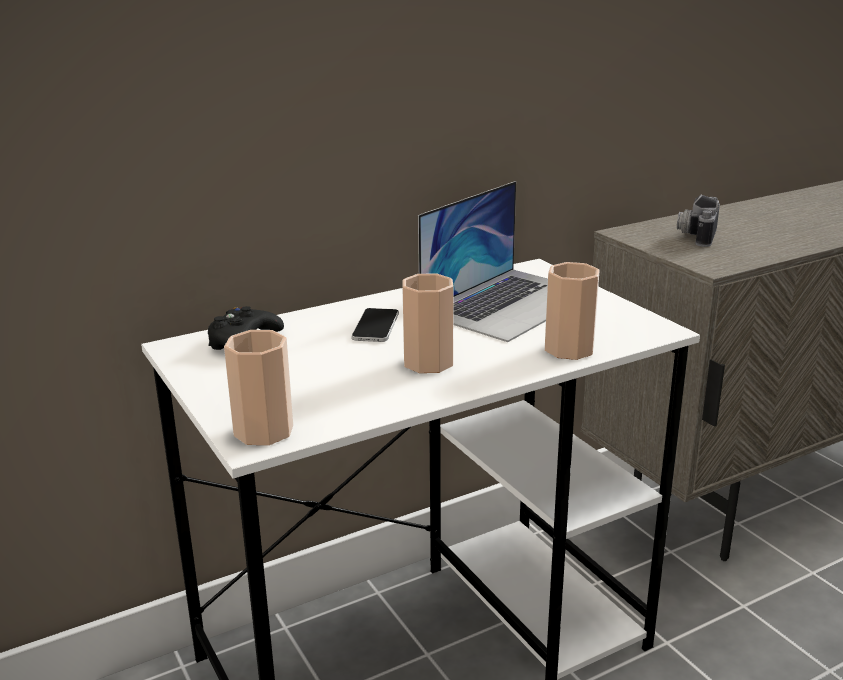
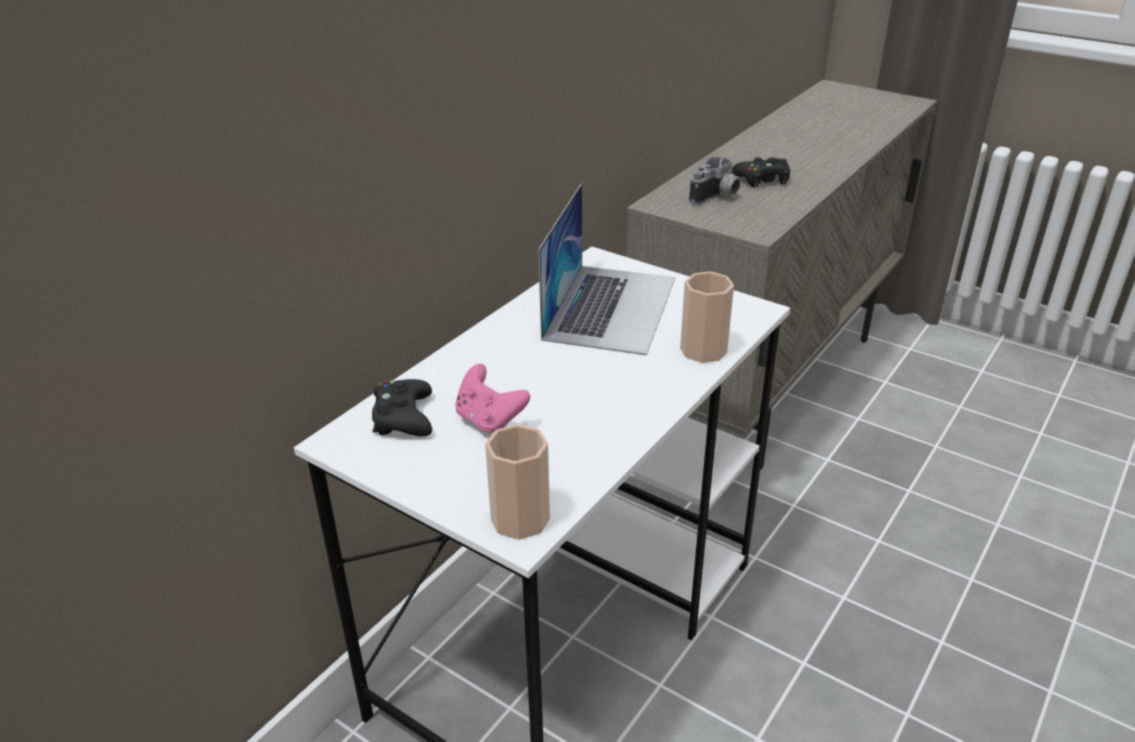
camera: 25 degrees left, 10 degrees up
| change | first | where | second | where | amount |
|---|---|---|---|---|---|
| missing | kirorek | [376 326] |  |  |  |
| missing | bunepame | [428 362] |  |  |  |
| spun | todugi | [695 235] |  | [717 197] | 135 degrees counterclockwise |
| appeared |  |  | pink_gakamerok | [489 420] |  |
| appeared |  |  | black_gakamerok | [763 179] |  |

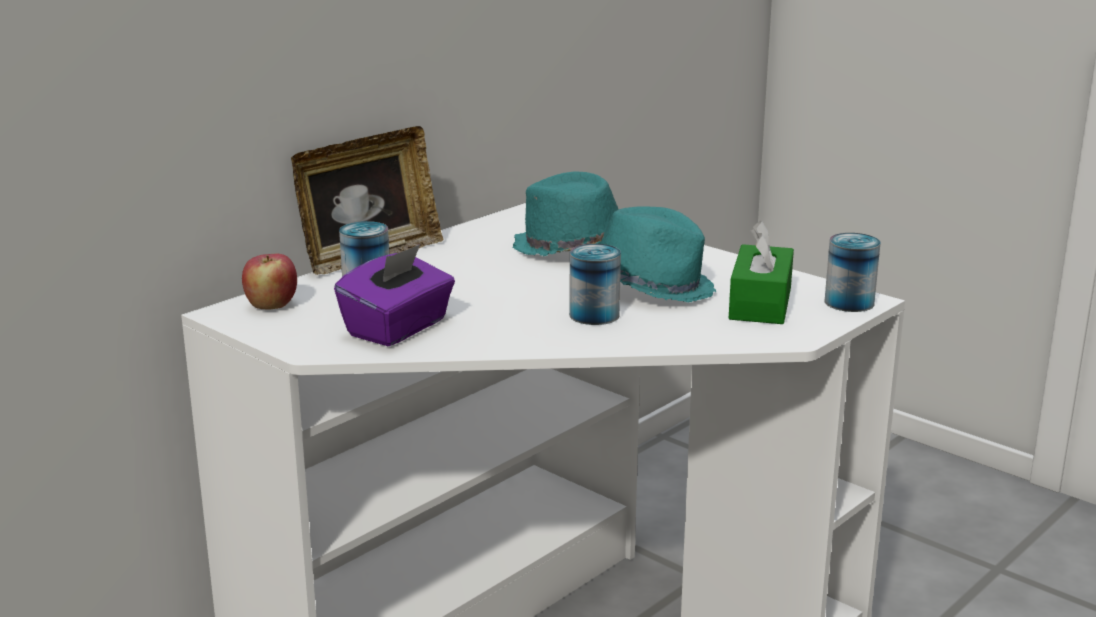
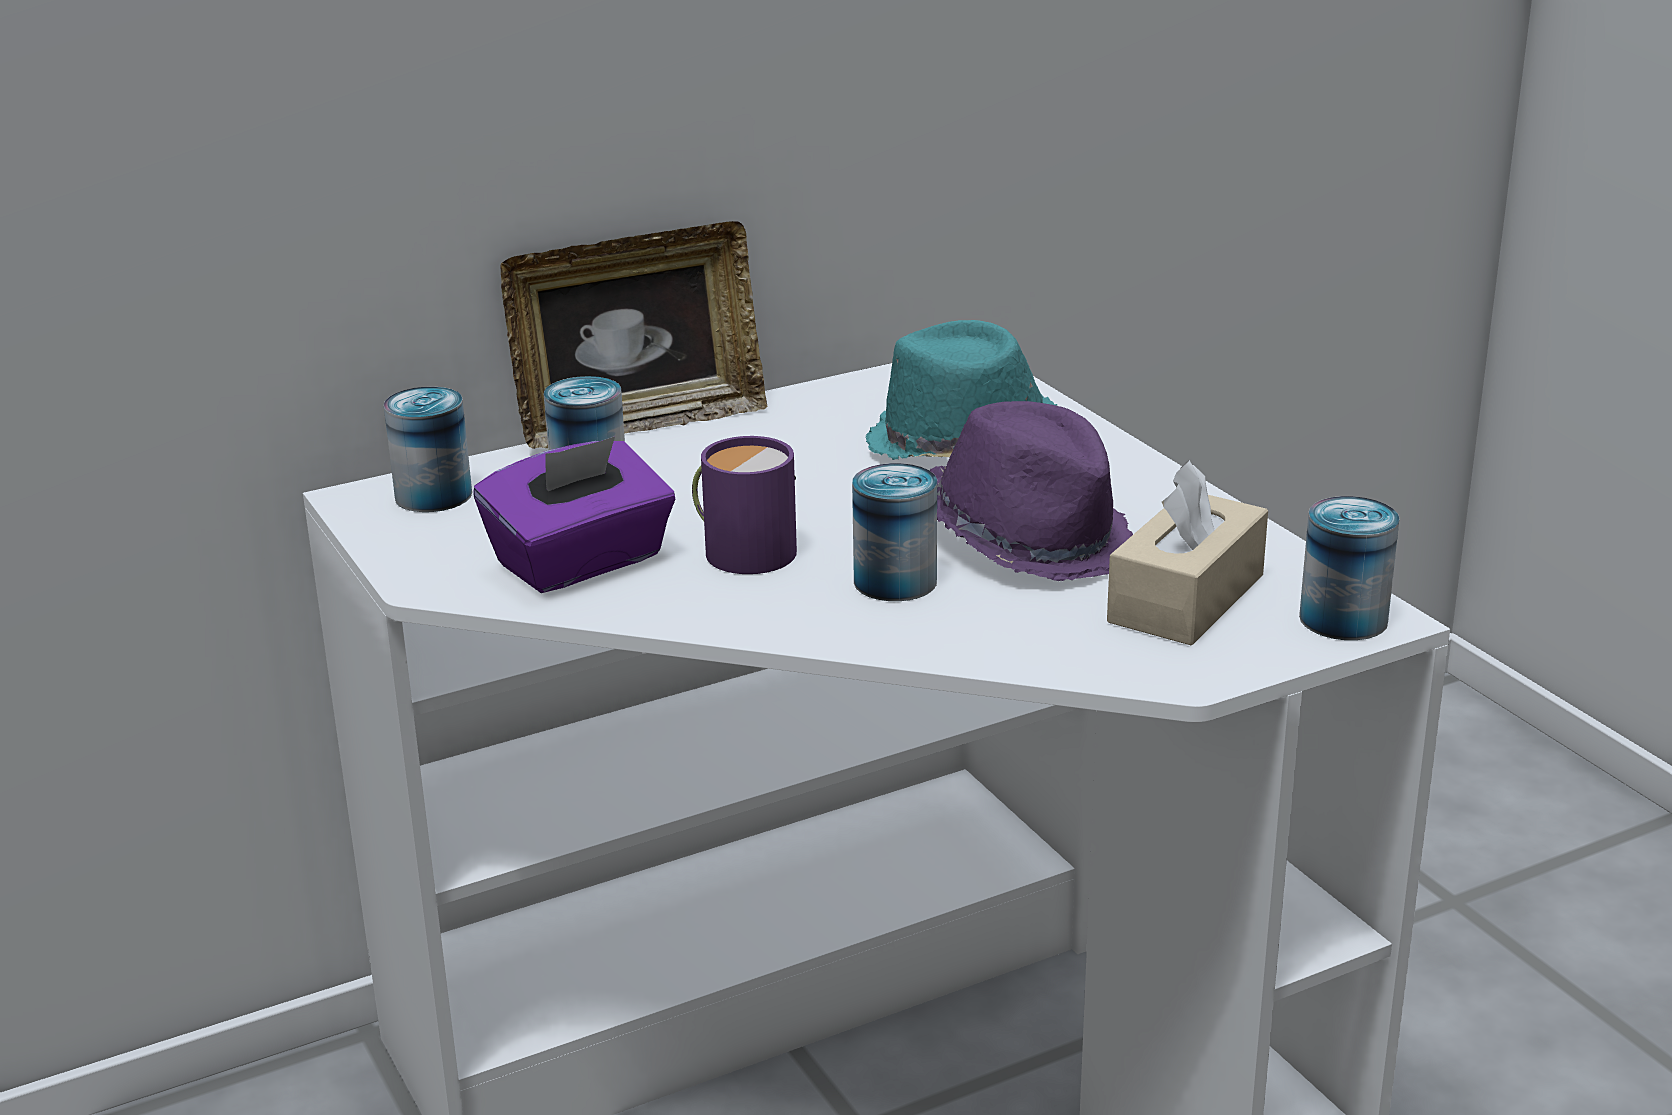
camera: 20 degrees right, 5 degrees up
| change | first | where | second | where | amount |
|---|---|---|---|---|---|
| exchanged | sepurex | [271 306] | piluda | [433 495] |  |
| colour | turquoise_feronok | [650 286] | purple_feronok | [1029 538] |  |
| colour | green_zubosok | [760 303] | beige_zubosok | [1186 598] |  |
| appeared |  |  | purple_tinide | [742 550] |  |

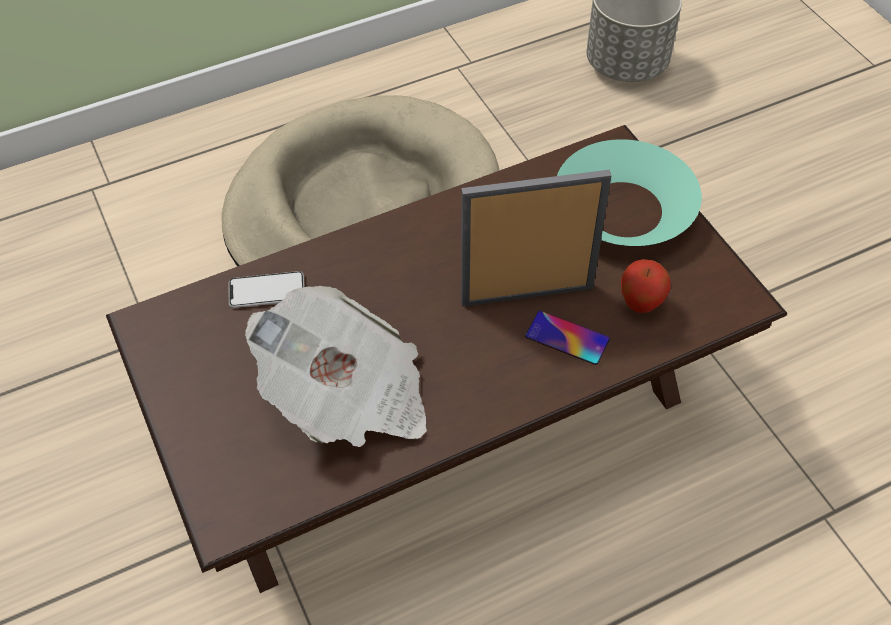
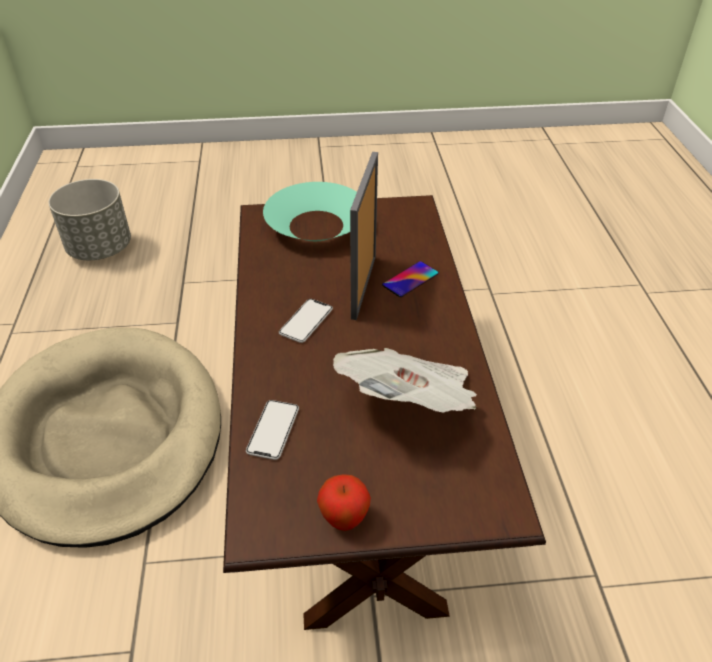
camera: 70 degrees left, 10 degrees down
| change | first | where | second | where | amount |
|---|---|---|---|---|---|
| relocated | sepurex | [640 304] |  | [344 519] |  |
| appeared |  |  | kirorek | [306 321] |  |

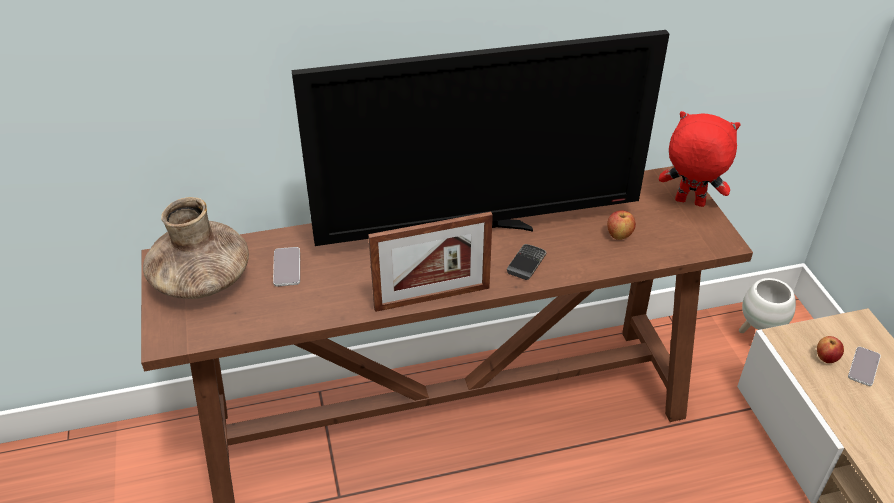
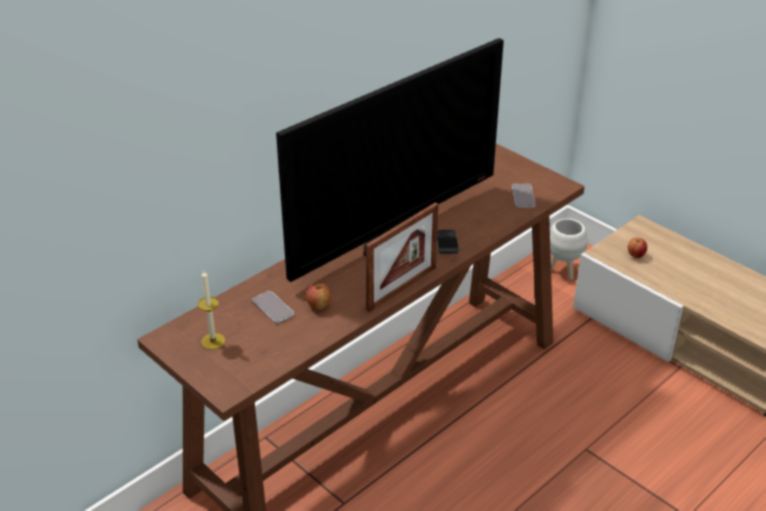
camera: 30 degrees left, 5 degrees down
| change | first | where | second | where | amount |
|---|---|---|---|---|---|
| exchanged | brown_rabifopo | [201 280] | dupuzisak | [213 341] |  |
| relocated | sepurex | [619 235] |  | [318 305] |  |
| missing | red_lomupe | [689 203] |  |  |  |
| relocated | kirorek | [863 367] |  | [523 196] |  |

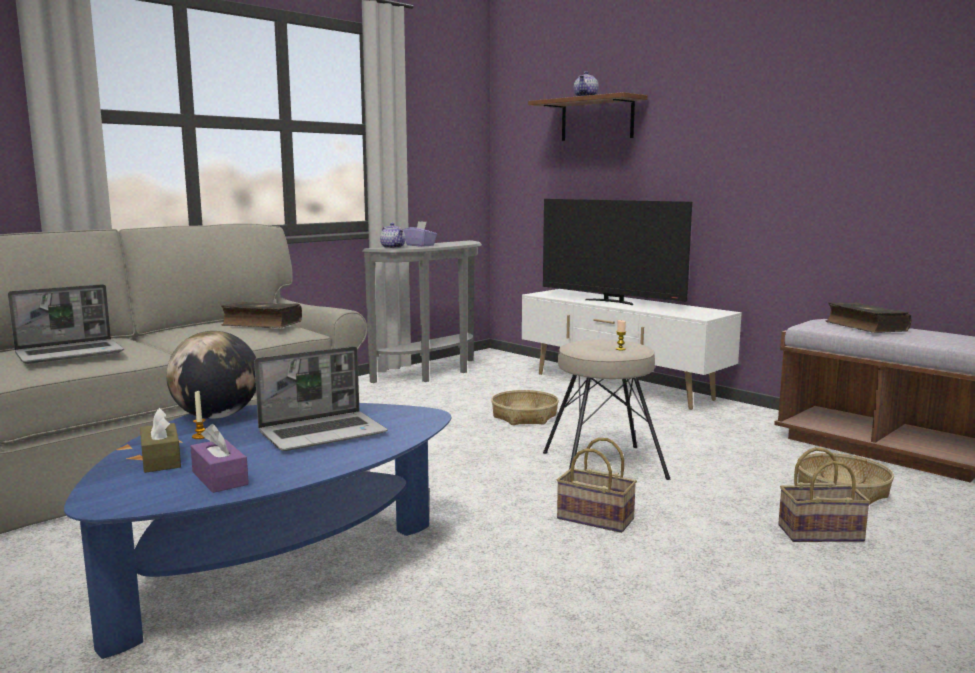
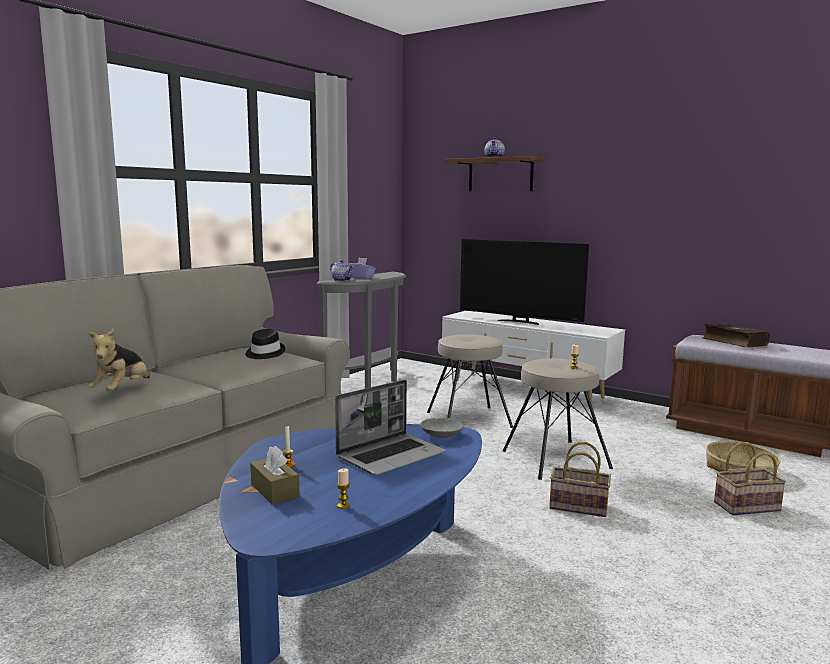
camera: 10 degrees left, 0 degrees up
| change | first | where | second | where | amount |
|---|---|---|---|---|---|
| exchanged | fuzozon | [71 353] | lomupe | [122 390] |  |
| missing | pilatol | [216 416] |  |  |  |
| exchanged | purple_zubosok | [220 478] | dupuzisak | [343 505] |  |
| exchanged | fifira | [261 324] | black_feronok | [264 353] |  |
| exchanged | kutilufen | [524 416] | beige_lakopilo | [468 419] |  |
| appeared |  |  | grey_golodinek | [441 434] |  |

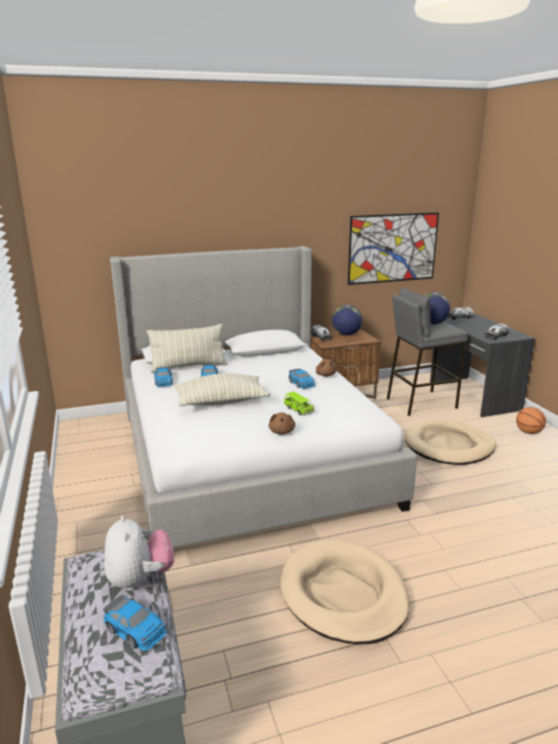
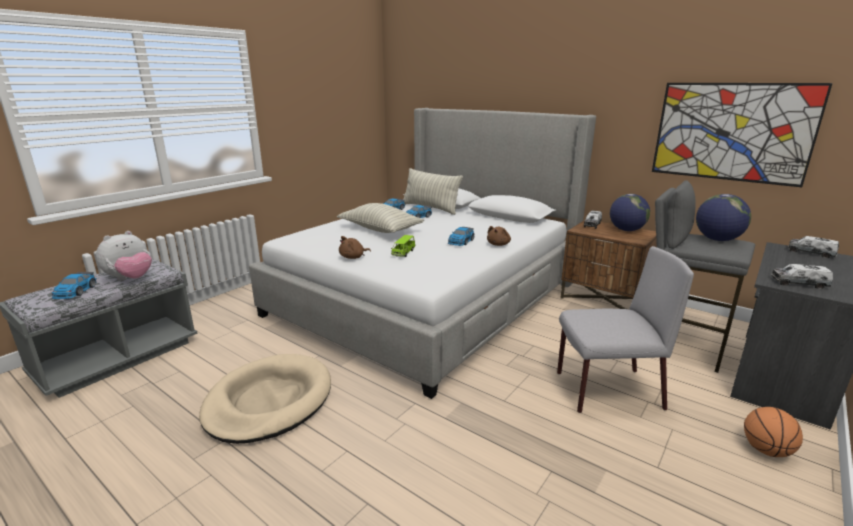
camera: 55 degrees right, 0 degrees up
| change | first | where | second | where | amount |
|---|---|---|---|---|---|
| exchanged | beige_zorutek | [449 446] | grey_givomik | [606 390] |  |

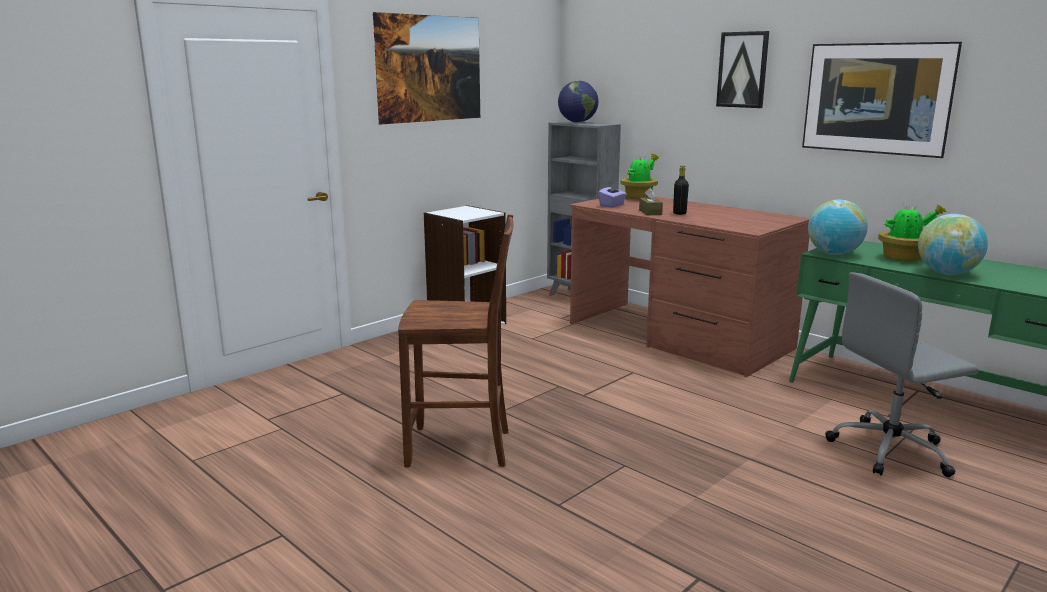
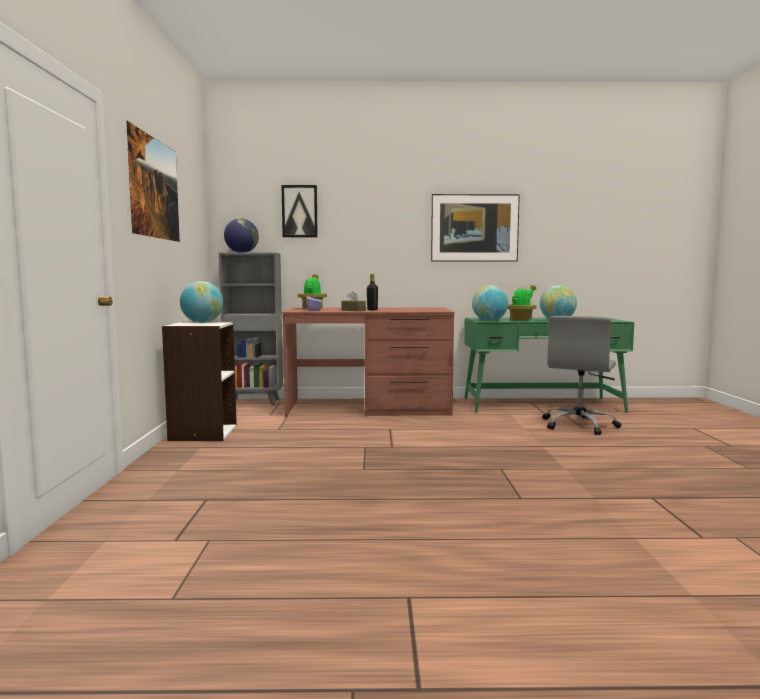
camera: 45 degrees left, 10 degrees down
| change | first | where | second | where | amount |
|---|---|---|---|---|---|
| missing | brown_givomik | [461 448] |  |  |  |
| relocated | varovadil | [743 70] |  | [299 211] |  |
| appeared |  |  | pilatol | [202 322] |  |

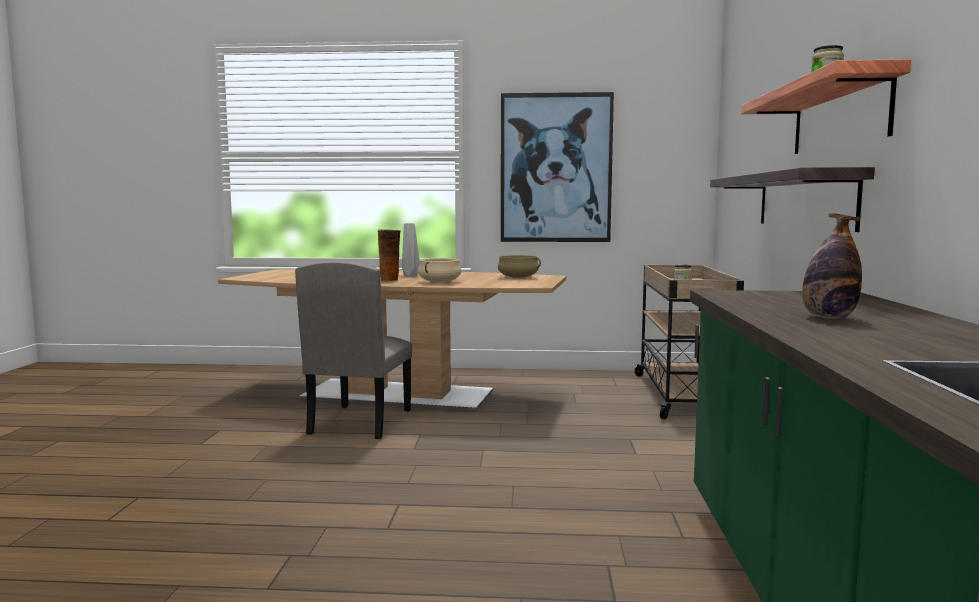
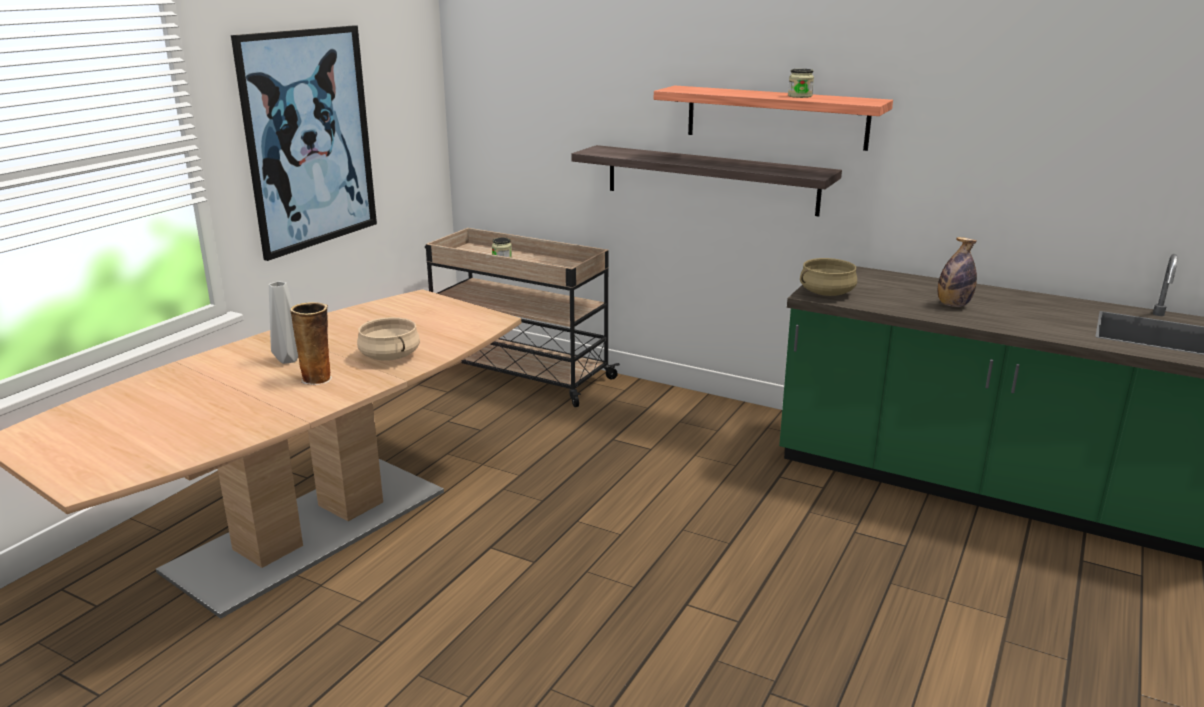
camera: 65 degrees left, 15 degrees up
| change | first | where | second | where | amount |
|---|---|---|---|---|---|
| missing | grey_givomik | [359 421] |  |  |  |
| relocated | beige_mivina | [518 277] |  | [826 293] |  |

